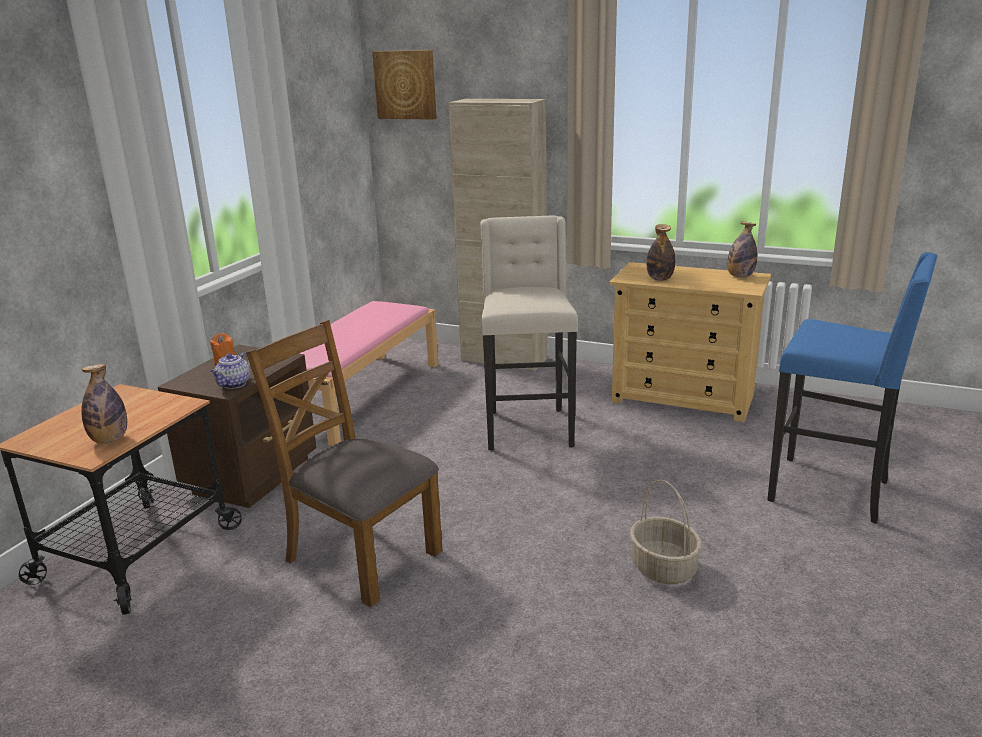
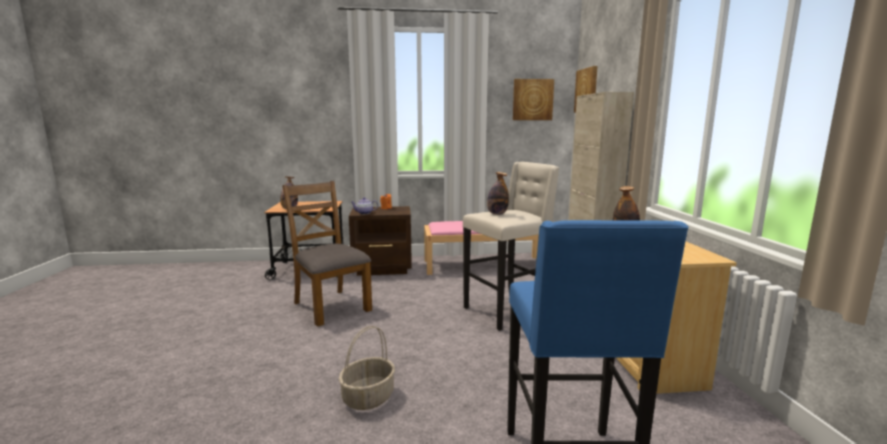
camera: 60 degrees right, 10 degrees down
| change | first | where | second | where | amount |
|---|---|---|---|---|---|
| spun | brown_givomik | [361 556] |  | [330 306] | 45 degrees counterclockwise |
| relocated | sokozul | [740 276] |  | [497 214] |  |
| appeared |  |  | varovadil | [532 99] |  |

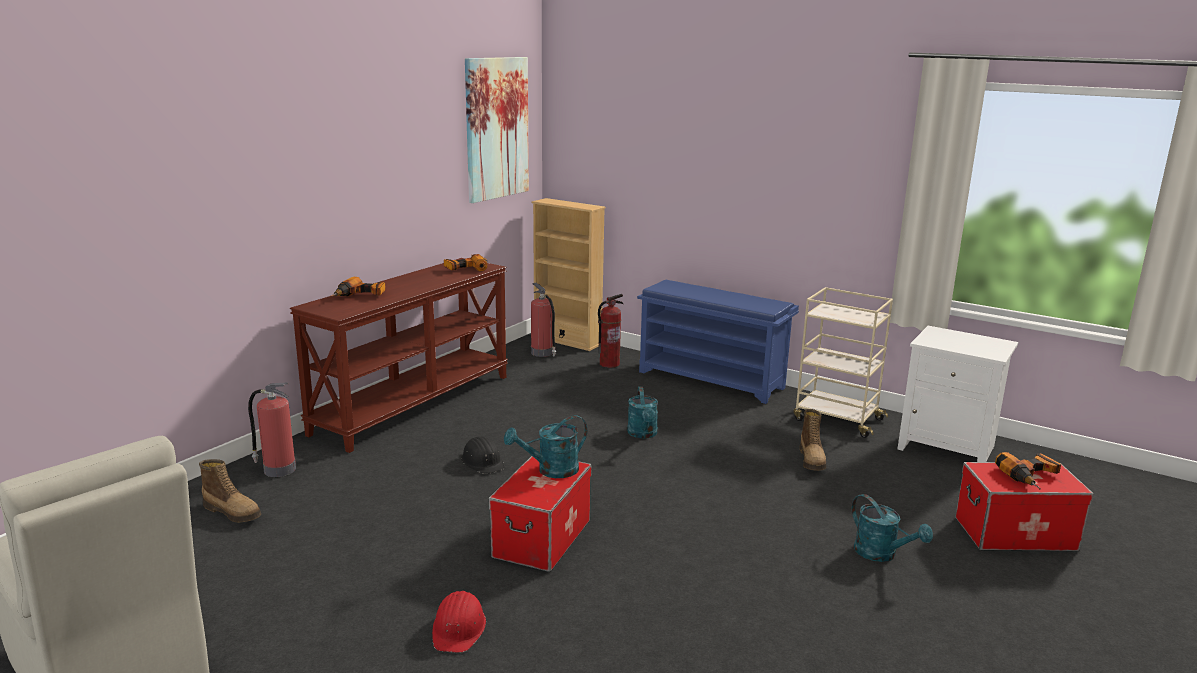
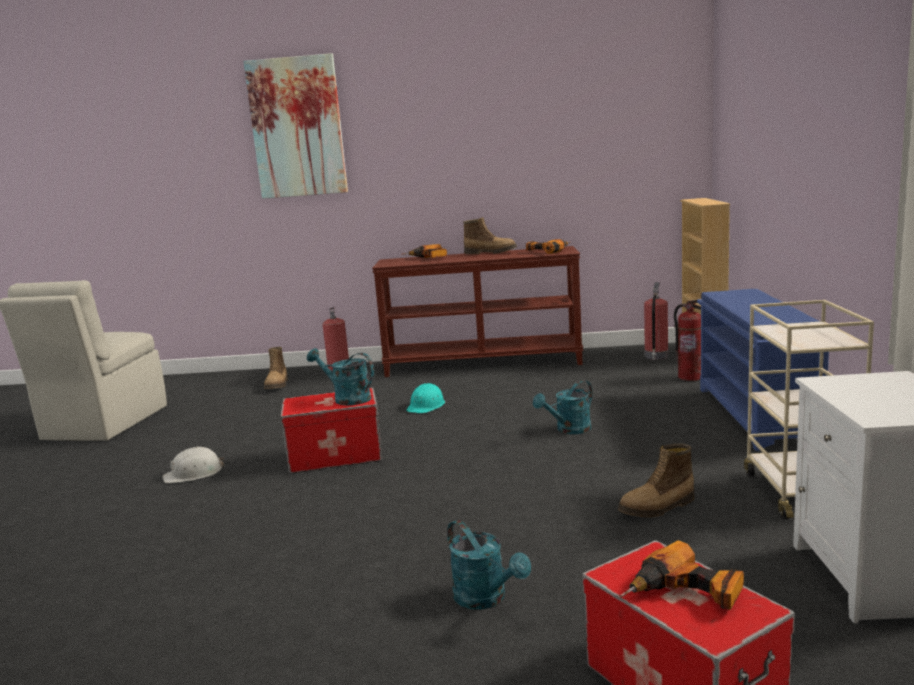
camera: 60 degrees right, 5 degrees down
| change | first | where | second | where | amount |
|---|---|---|---|---|---|
| colour | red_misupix | [459 628] | white_misupix | [194 473] |  |
| colour | black_misupix | [483 462] | turquoise_misupix | [426 406] |  |
| relocated | varovadil | [496 128] |  | [297 127] |  |
| spun | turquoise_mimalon | [882 554] |  | [486 599] | 60 degrees counterclockwise |
| appeared |  |  | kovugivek | [490 253] |  |

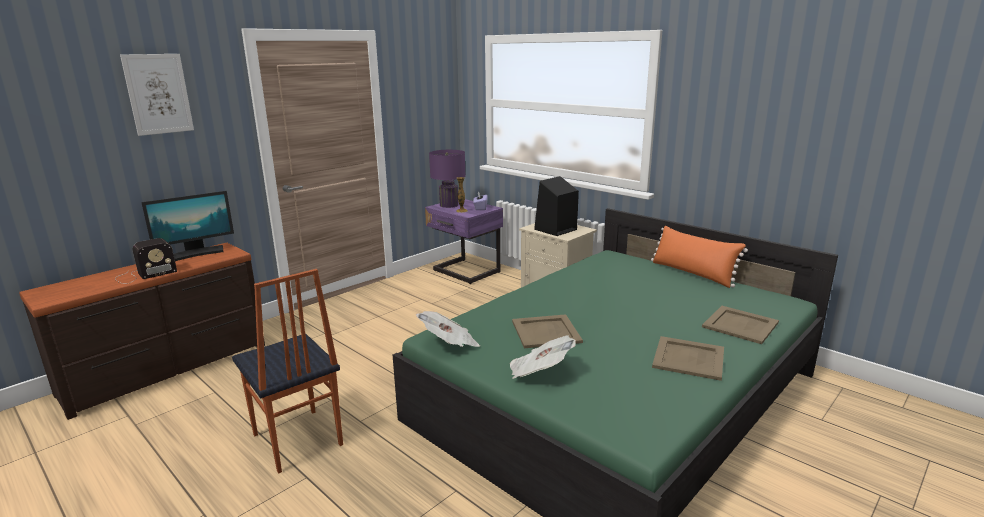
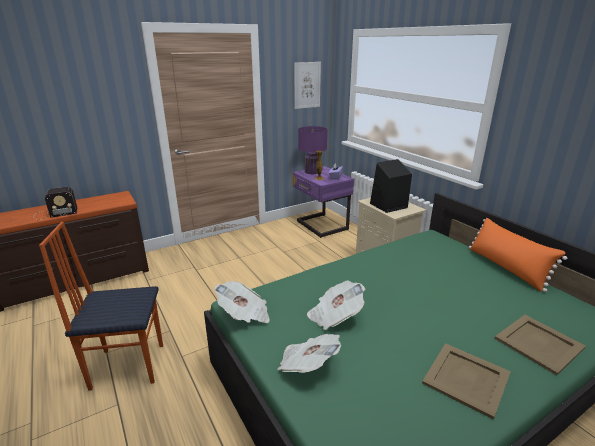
camera: 15 degrees right, 5 degrees up
| change | first | where | second | where | amount |
|---|---|---|---|---|---|
| relocated | varovadil | [158 94] |  | [307 85] |  |
| missing | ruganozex | [197 253] |  |  |  |
| spun | givomik | [296 441] |  | [127 365] | 105 degrees clockwise |
| exchanged | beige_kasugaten | [545 332] | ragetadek | [335 316] |  |

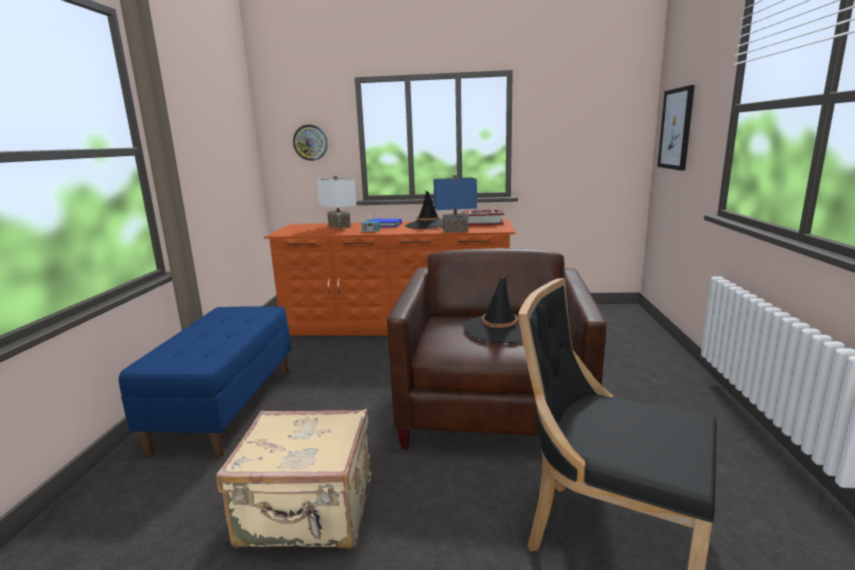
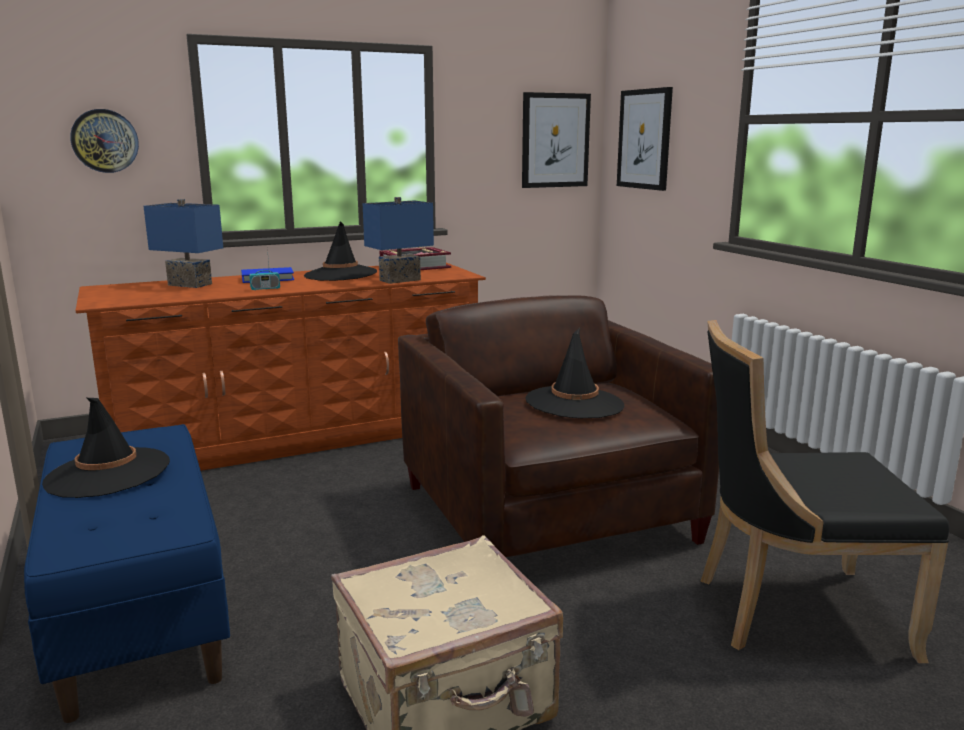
camera: 30 degrees left, 0 degrees up
| change | first | where | second | where | amount |
|---|---|---|---|---|---|
| colour | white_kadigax | [340 226] | blue_kadigax | [192 284] |  |
| appeared |  |  | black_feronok | [107 473] |  |
| appeared |  |  | varovadil | [555 140] |  |

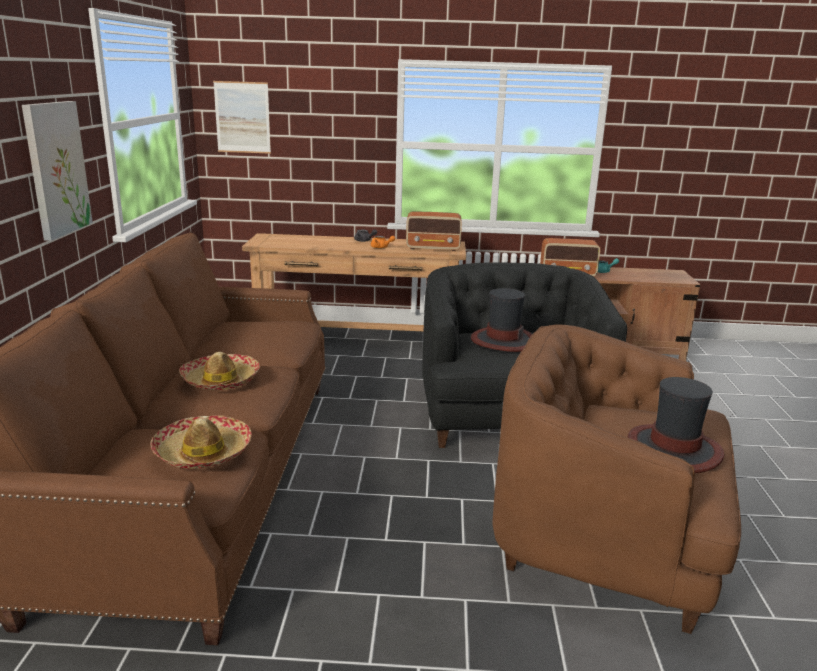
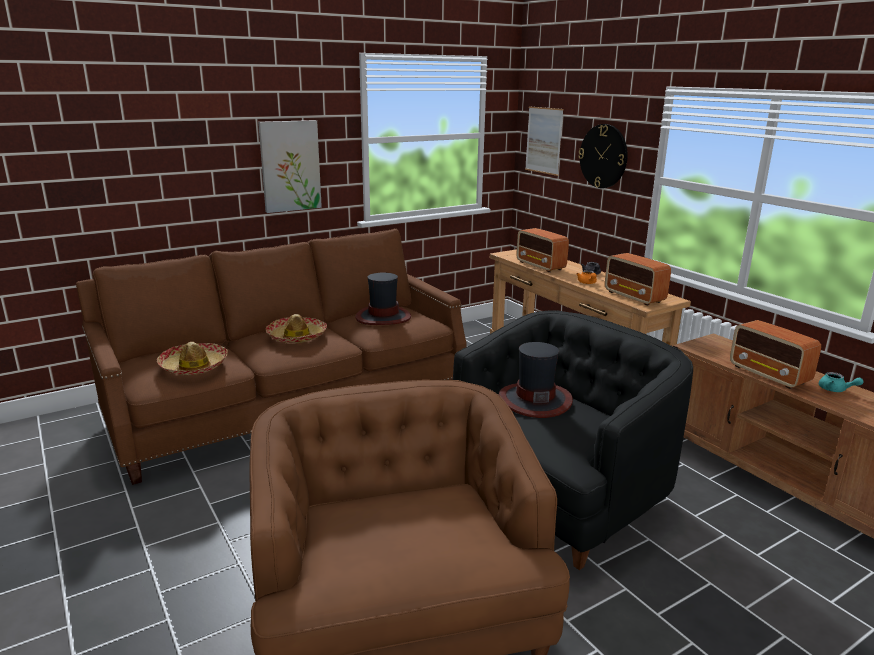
camera: 55 degrees right, 0 degrees up
| change | first | where | second | where | amount |
|---|---|---|---|---|---|
| relocated | feronok | [674 449] |  | [383 317] |  |
| appeared |  |  | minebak | [541 266] |  |
| appeared |  |  | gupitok | [603 156] |  |

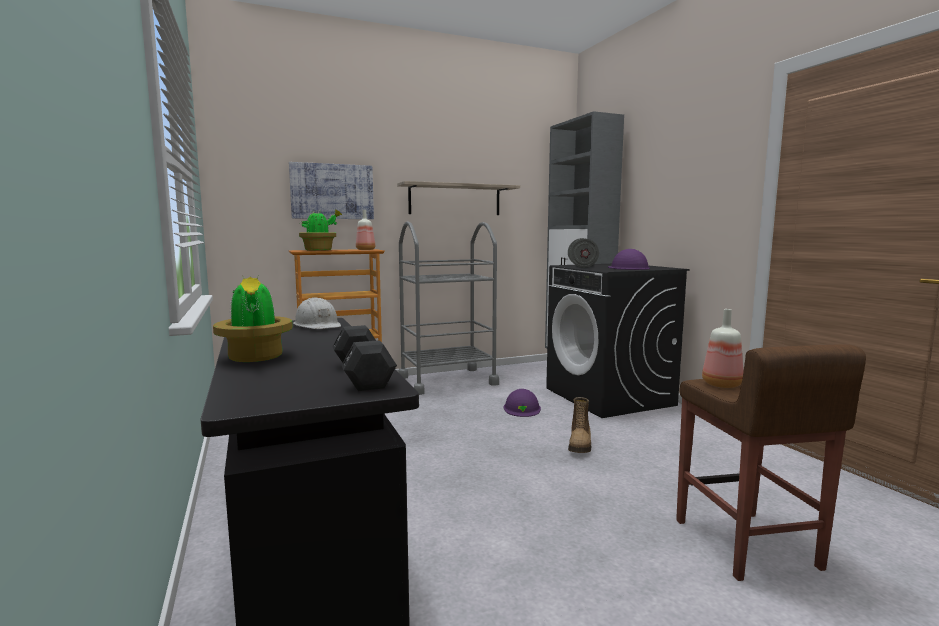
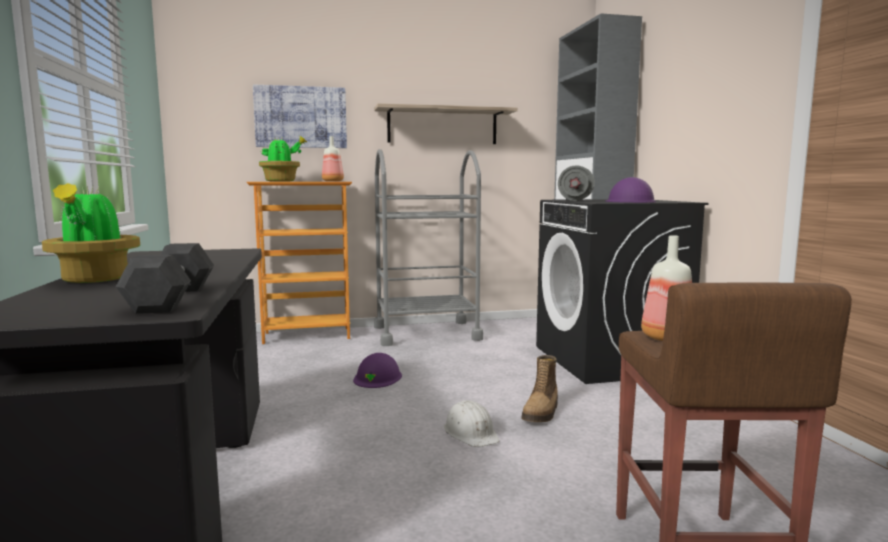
camera: 10 degrees right, 0 degrees up
| change | first | where | second | where | amount |
|---|---|---|---|---|---|
| relocated | white_misupix | [318 325] |  | [471 433] |  |
| relocated | purple_misupix | [522 408] |  | [377 377] |  |

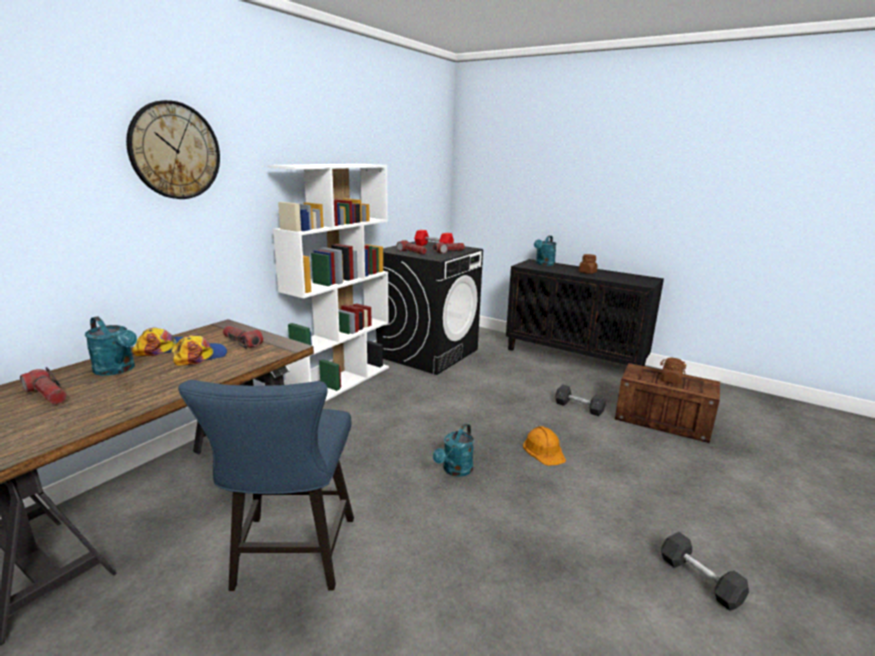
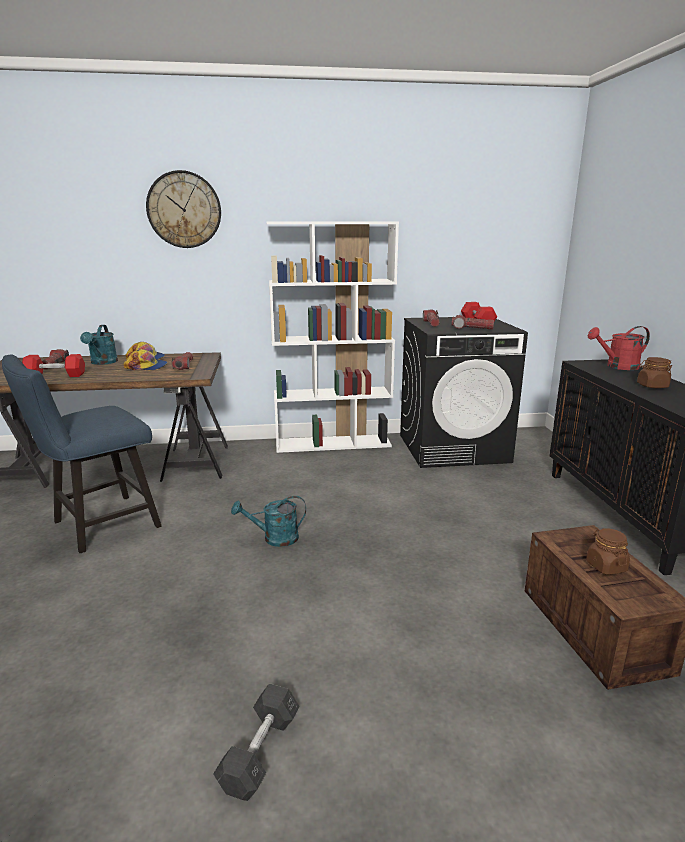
camera: 50 degrees right, 0 degrees up
| change | first | where | second | where | amount |
|---|---|---|---|---|---|
| missing | orange_misupix | [544 450] |  |  |  |
| colour | turquoise_mimalon | [543 264] | red_mimalon | [617 367] |  |
| missing | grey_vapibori | [579 407] |  |  |  |
| appeared |  |  | red_vapibori | [55 375] |  |

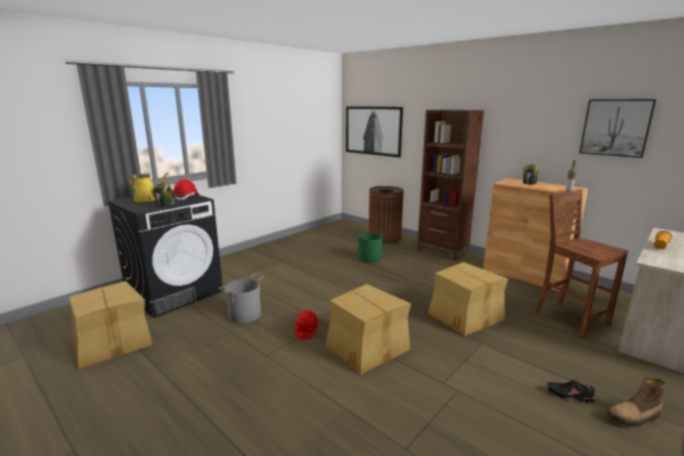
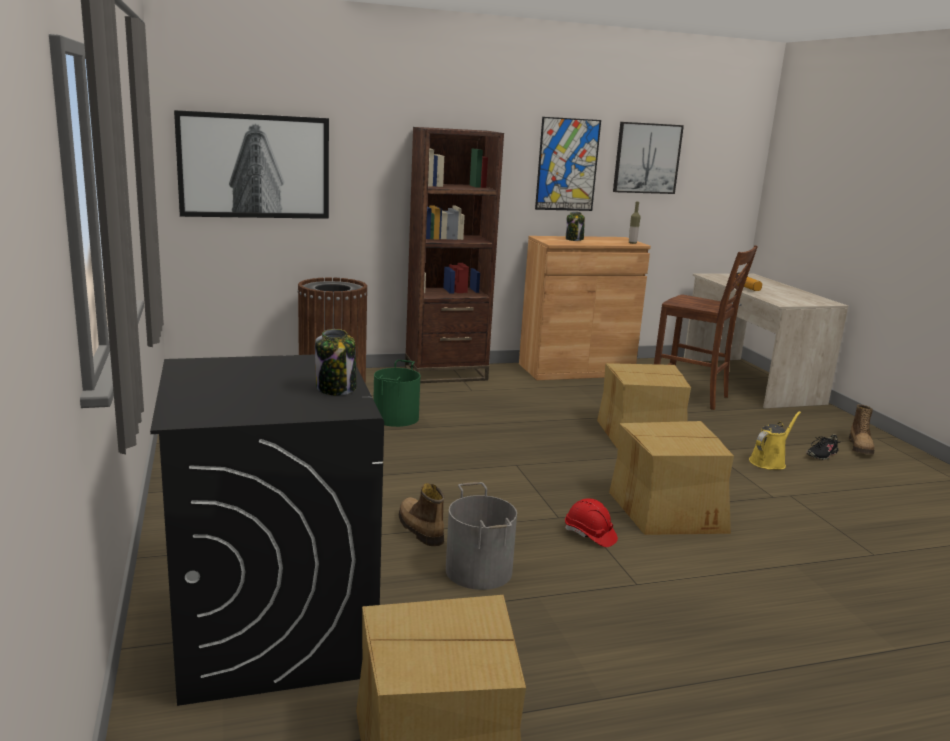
camera: 60 degrees left, 0 degrees up
| change | first | where | second | where | amount |
|---|---|---|---|---|---|
| relocated | yellow_mimalon | [148 199] |  | [769 462] |  |
| missing | red_misupix | [186 197] |  |  |  |
| spun | brown_givomik | [569 317] |  | [691 396] | 150 degrees counterclockwise |
| appeared |  |  | kovugivek | [419 529] |  |
| appeared |  |  | varovadil | [567 165] |  |

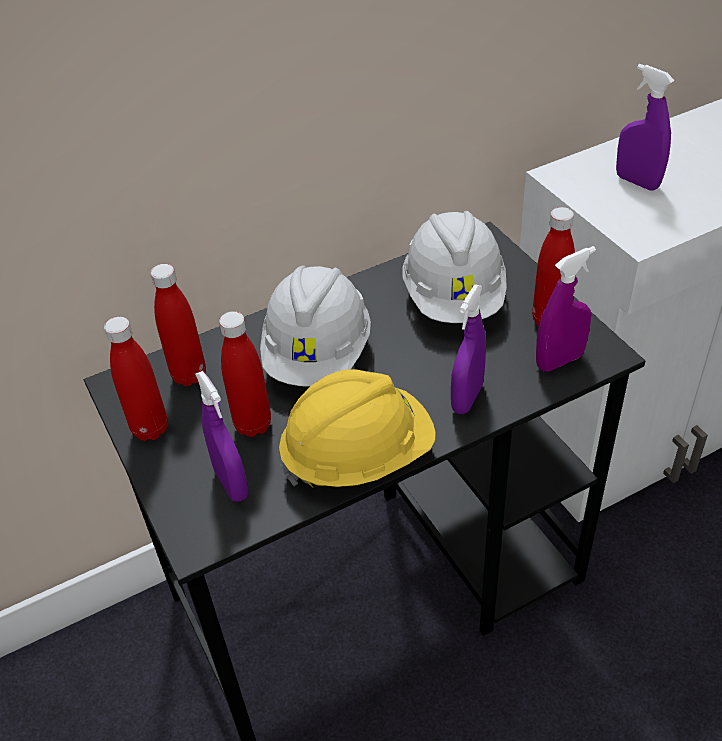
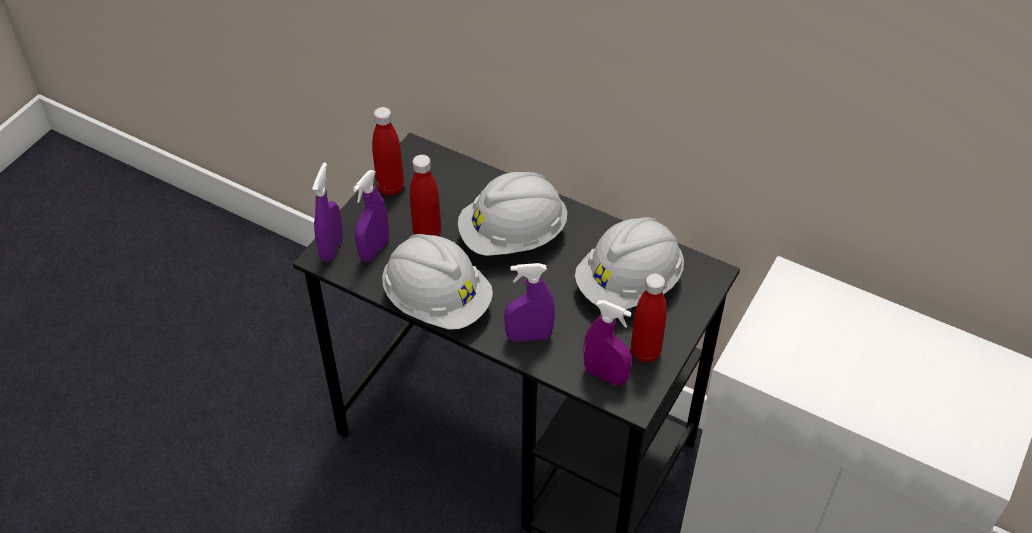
camera: 55 degrees right, 5 degrees up
| change | first | where | second | where | amount |
|---|---|---|---|---|---|
| missing | red_sokozul | [189 375] |  |  |  |
| colour | yellow_misupix | [358 456] | white_misupix | [437 301] |  |
| relocated | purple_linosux | [637 182] |  | [331 248] |  |

